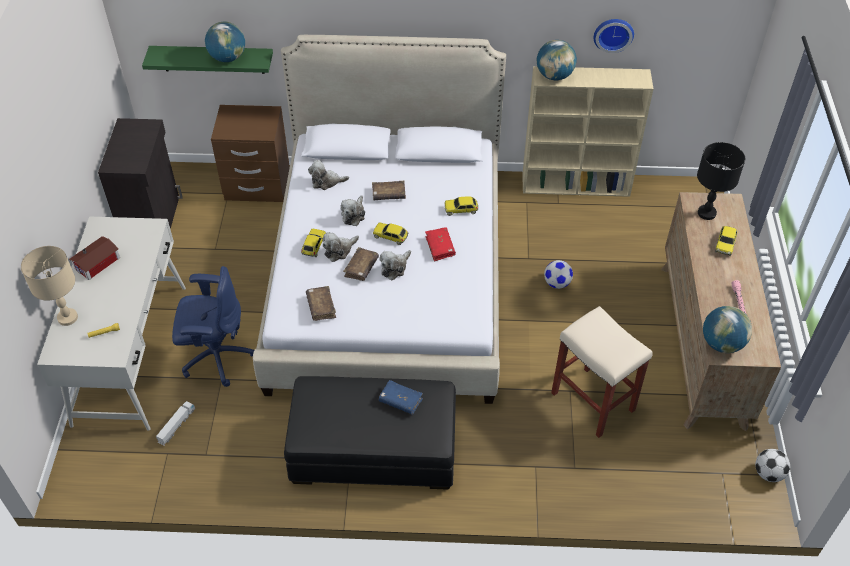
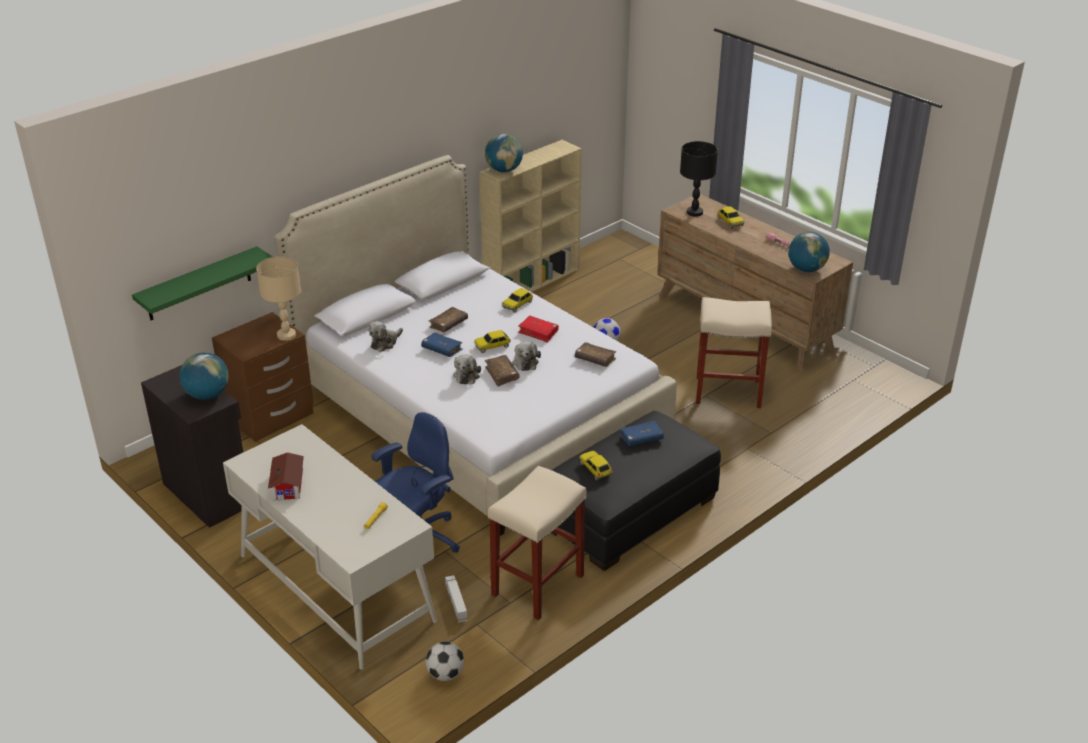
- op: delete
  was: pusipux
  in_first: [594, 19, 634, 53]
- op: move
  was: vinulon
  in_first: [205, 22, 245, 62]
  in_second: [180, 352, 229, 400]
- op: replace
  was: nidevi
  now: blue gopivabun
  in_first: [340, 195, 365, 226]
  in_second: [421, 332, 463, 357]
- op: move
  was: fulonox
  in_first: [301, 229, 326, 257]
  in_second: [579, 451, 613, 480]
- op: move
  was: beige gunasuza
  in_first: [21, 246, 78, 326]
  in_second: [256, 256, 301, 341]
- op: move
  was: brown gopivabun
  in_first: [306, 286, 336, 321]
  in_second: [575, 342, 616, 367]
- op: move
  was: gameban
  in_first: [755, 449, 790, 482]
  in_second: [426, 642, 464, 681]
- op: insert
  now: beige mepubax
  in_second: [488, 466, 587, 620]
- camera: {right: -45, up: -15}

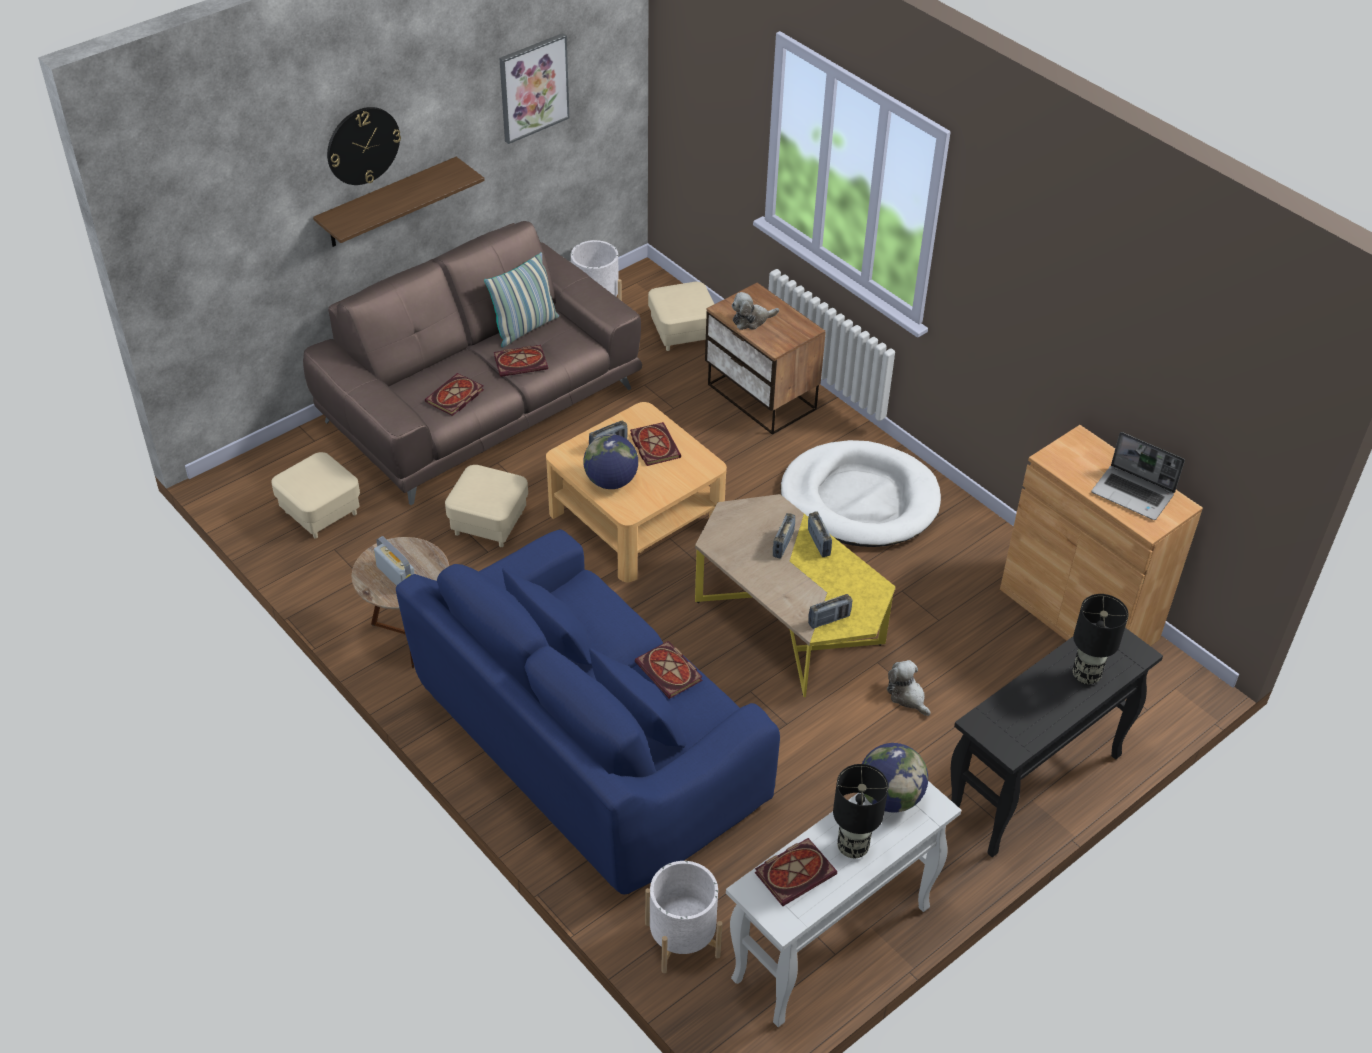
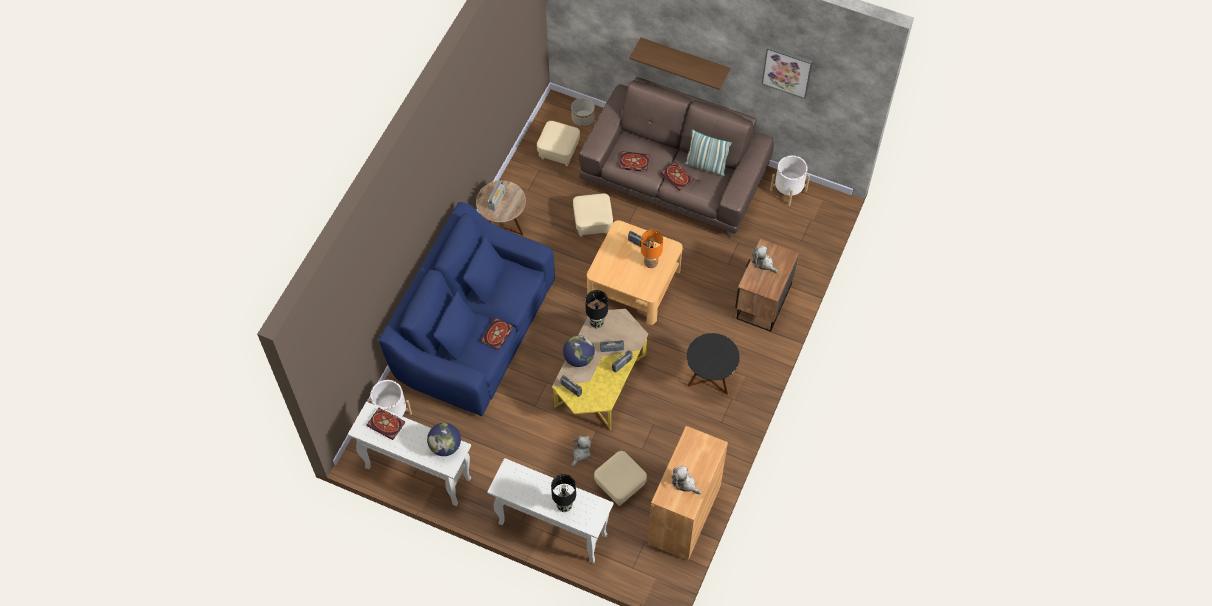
- op: delete
  was: pusipux
  in_first: [327, 107, 401, 185]
- op: move
  was: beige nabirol
  in_first: [648, 282, 714, 351]
  in_second: [594, 451, 647, 506]
- op: replace
  was: gopivabun
  now: orange gunasuza
  in_first: [630, 422, 681, 466]
  in_second: [641, 230, 663, 268]
- op: replace
  was: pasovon
  now: nidevi
  in_first: [1092, 432, 1185, 520]
  in_second: [672, 465, 701, 495]
- op: move
  was: vinulon
  in_first: [583, 434, 638, 489]
  in_second: [563, 335, 595, 367]
- op: replace
  was: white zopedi
  now: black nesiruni
  in_first: [780, 440, 941, 547]
  in_second: [687, 333, 740, 395]
- op: recolor
  was: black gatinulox
  now: white gatinulox
  in_first: [951, 623, 1163, 857]
  in_second: [487, 458, 614, 564]
- op: move
  was: black gunasuza
  in_first: [833, 764, 888, 858]
  in_second: [585, 290, 608, 328]
- op: insert
  now: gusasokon
  in_second: [571, 97, 595, 127]
- camera: {right: 65, up: 15}

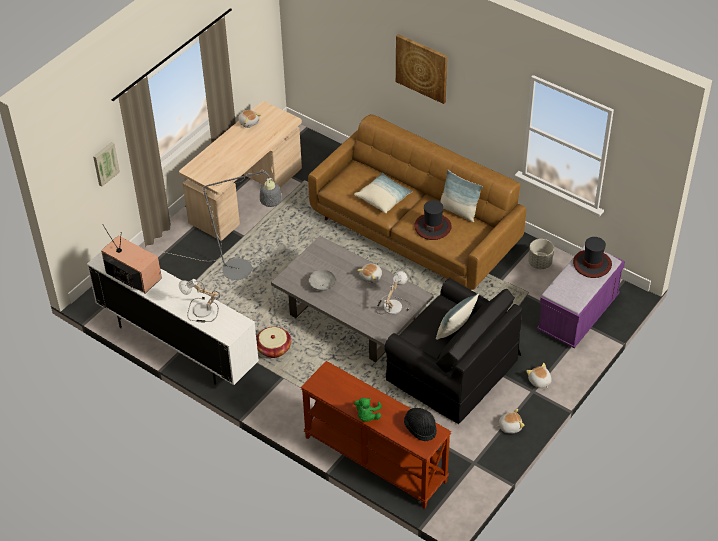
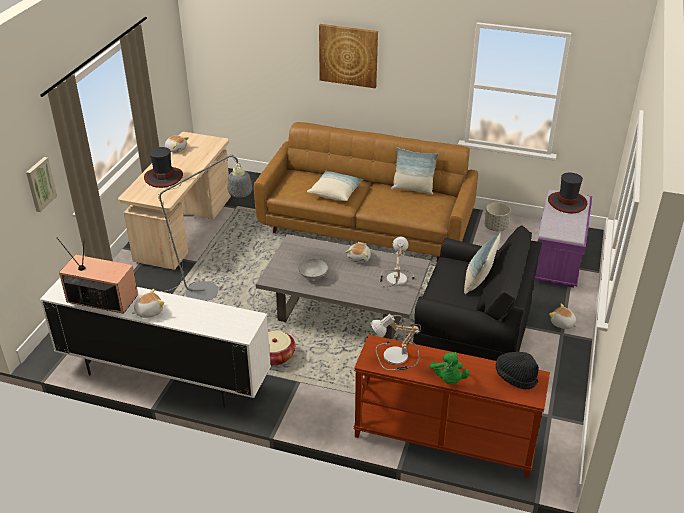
- op: move
  was: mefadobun
  in_first: [415, 200, 452, 240]
  in_second: [144, 147, 183, 188]
- op: move
  was: gunasuza
  in_first: [179, 279, 220, 323]
  in_second: [370, 314, 421, 371]
- op: move
  was: nidevi
  in_first: [496, 409, 525, 434]
  in_second: [131, 289, 164, 318]
- camera: {right: -20, up: -10}

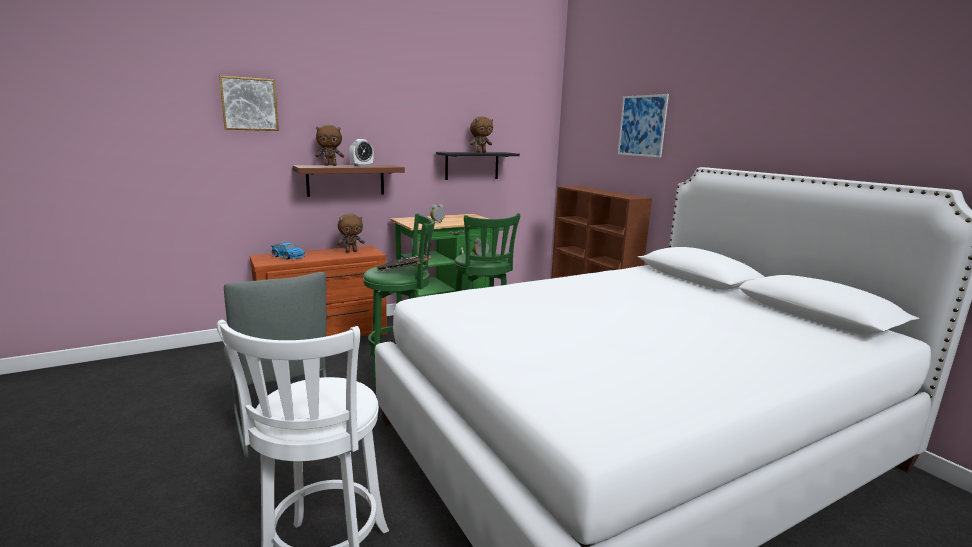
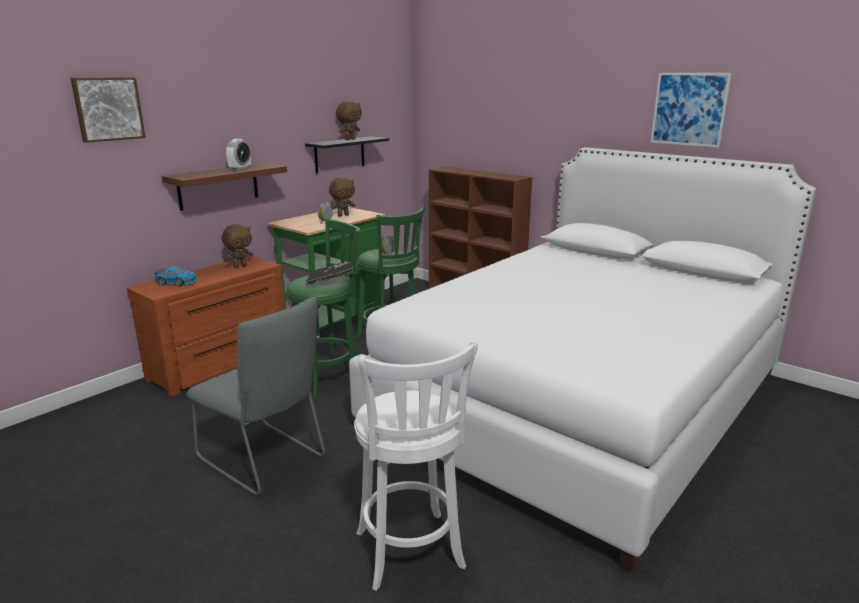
- op: move
  was: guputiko
  in_first: [618, 94, 669, 158]
  in_second: [650, 73, 732, 147]
- op: move
  was: brown nidevi
  in_first: [315, 125, 344, 166]
  in_second: [329, 177, 355, 217]
- camera: {right: -20, up: 5}

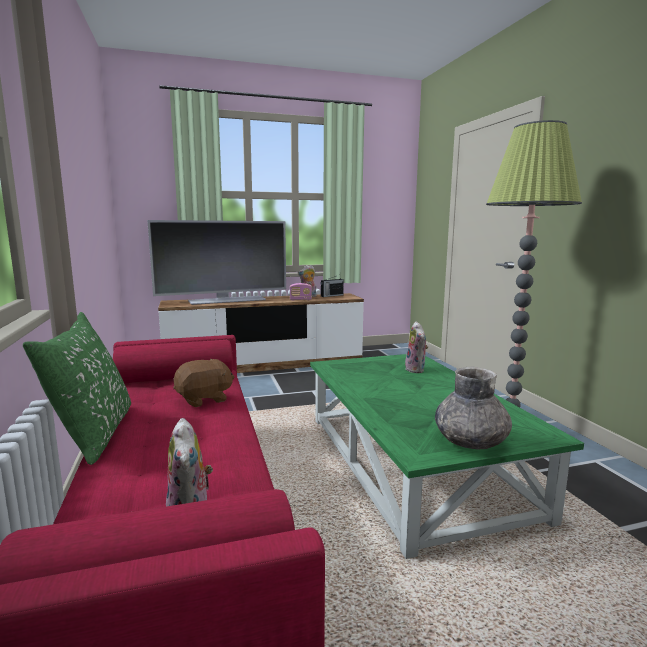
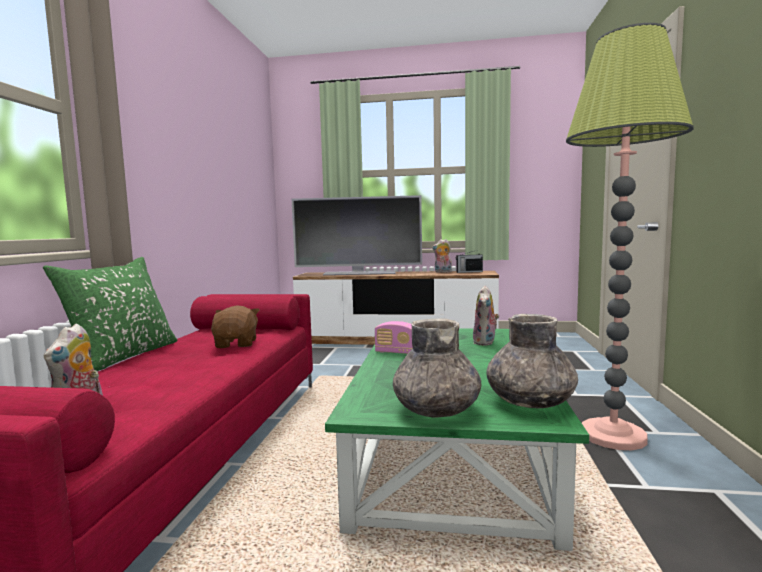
- op: move
  was: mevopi
  in_first: [290, 283, 312, 300]
  in_second: [375, 321, 413, 354]
- op: rotate
  was: brown nidevi
  in_first: [174, 359, 235, 407]
  in_second: [211, 305, 260, 348]
  clockwise: -90
- op: insert
  now: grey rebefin
  in_second: [486, 314, 578, 409]
- camera: {right: 25, up: -5}

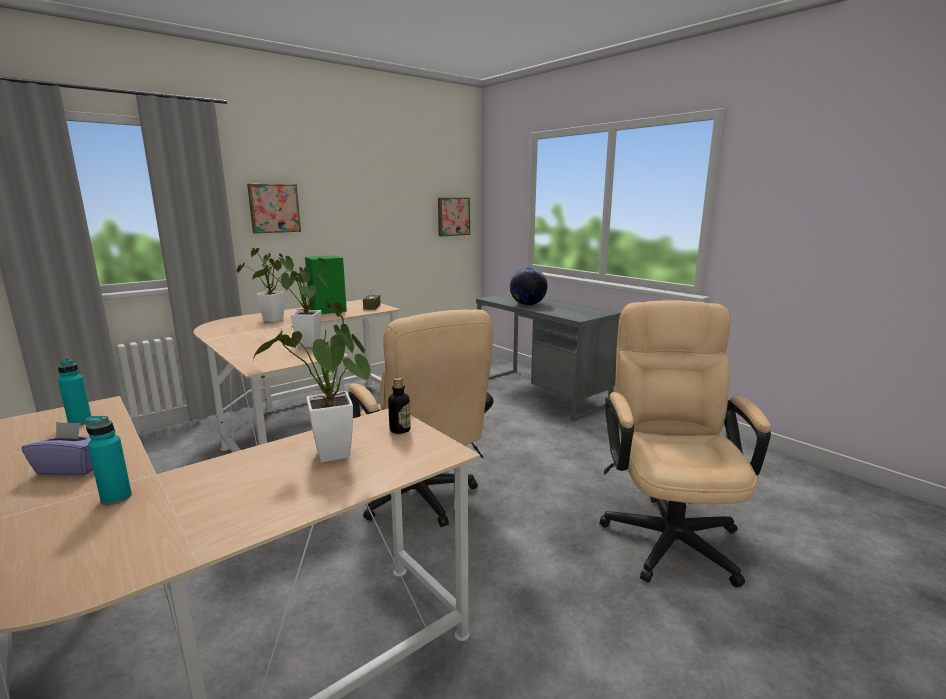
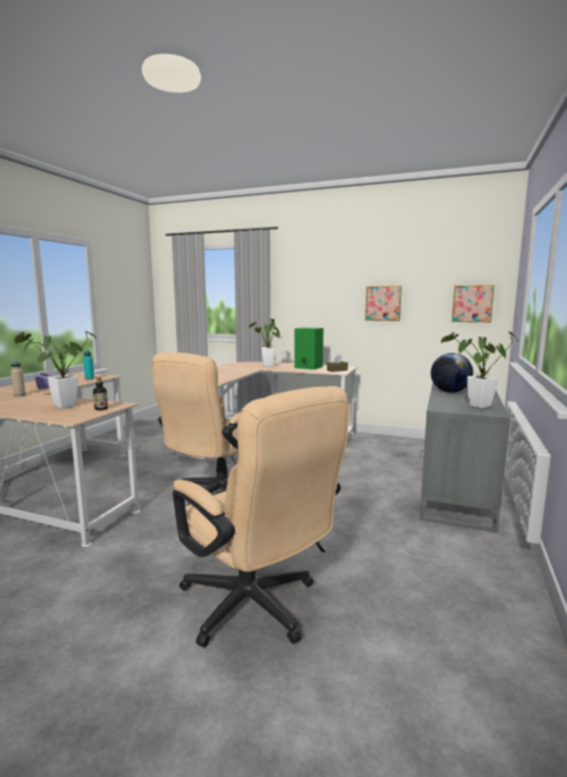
- op: move
  was: guputiko
  in_first: [247, 184, 301, 234]
  in_second: [365, 286, 402, 321]
- op: move
  was: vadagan
  in_first: [252, 257, 329, 347]
  in_second: [441, 331, 518, 408]
- op: rotate
  was: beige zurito
  in_first: [599, 300, 771, 587]
  in_second: [173, 386, 350, 647]
  clockwise: 75
- op: recolor
  was: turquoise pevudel
  now: beige pevudel
  in_first: [86, 416, 132, 505]
  in_second: [11, 360, 26, 396]
- camera: {right: 60, up: -5}

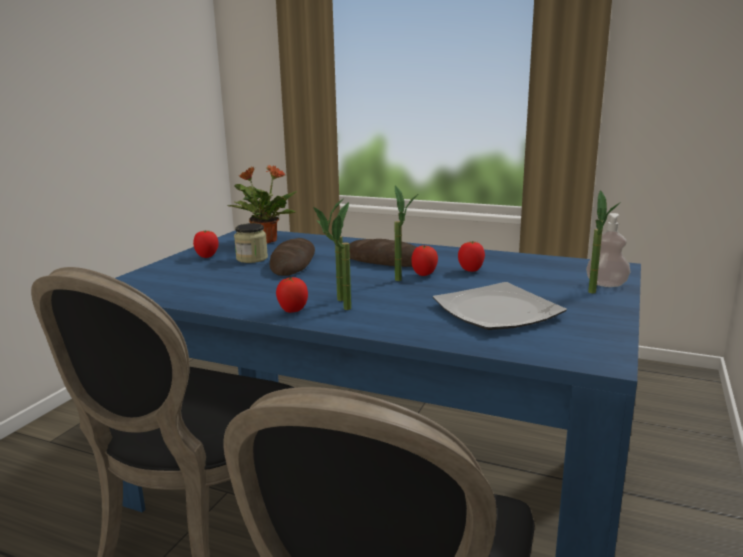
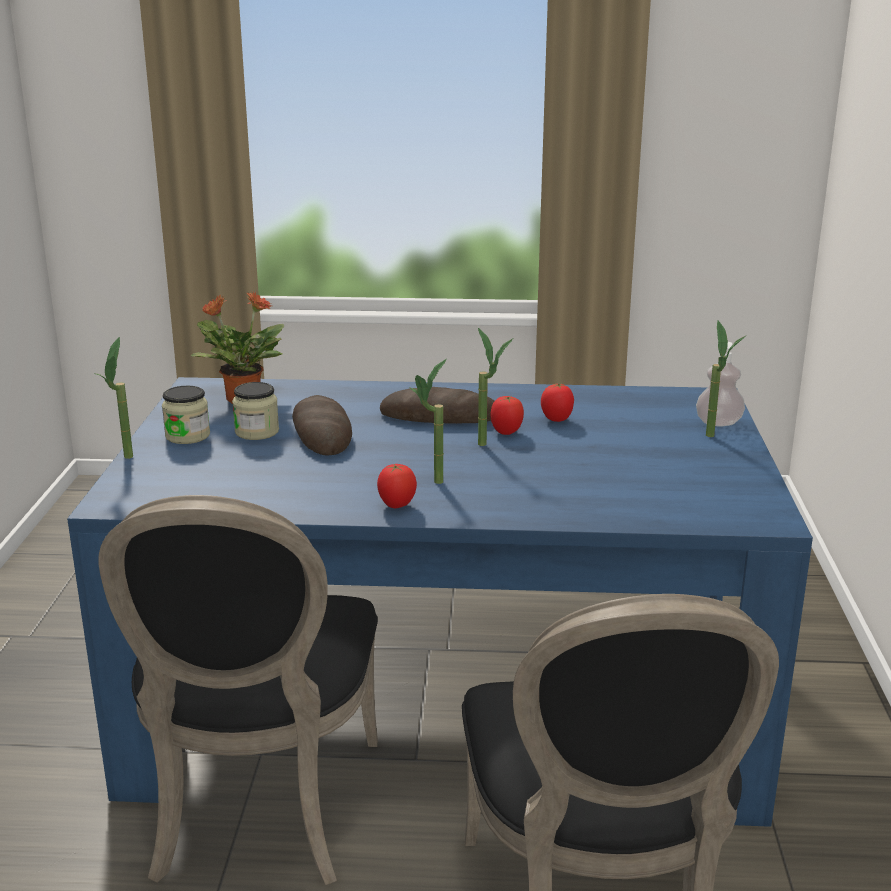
- op: move
  was: vadagan
  in_first: [324, 202, 351, 310]
  in_second: [96, 337, 133, 459]
- op: replace
  was: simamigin
  now: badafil
  in_first: [193, 230, 219, 258]
  in_second: [162, 386, 210, 444]
- op: delete
  was: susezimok
  in_first: [433, 282, 567, 330]
- camera: {right: -20, up: 5}

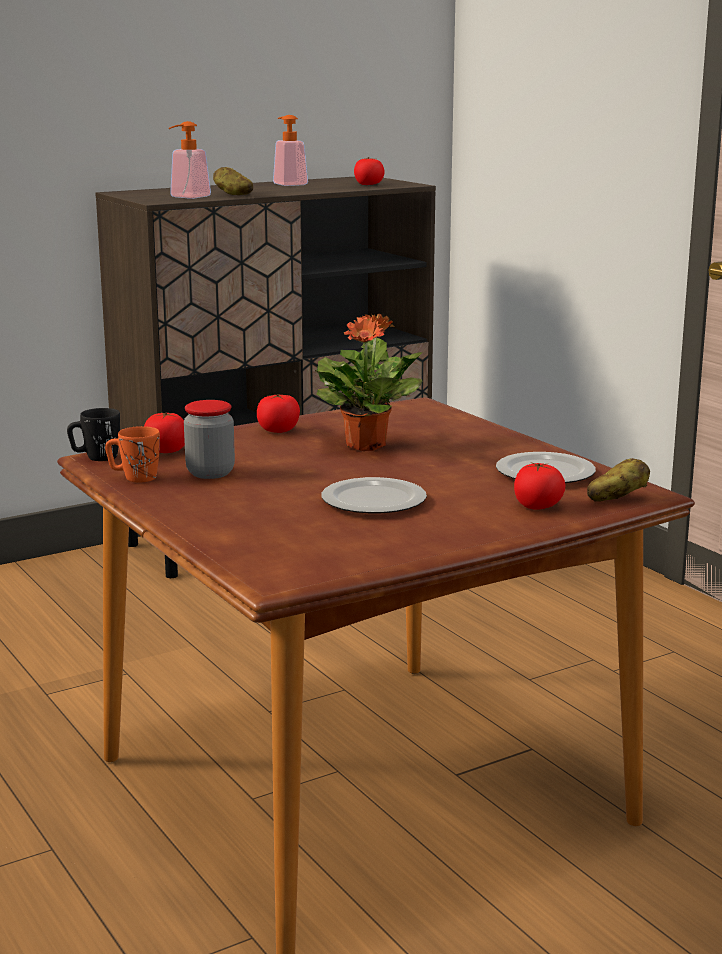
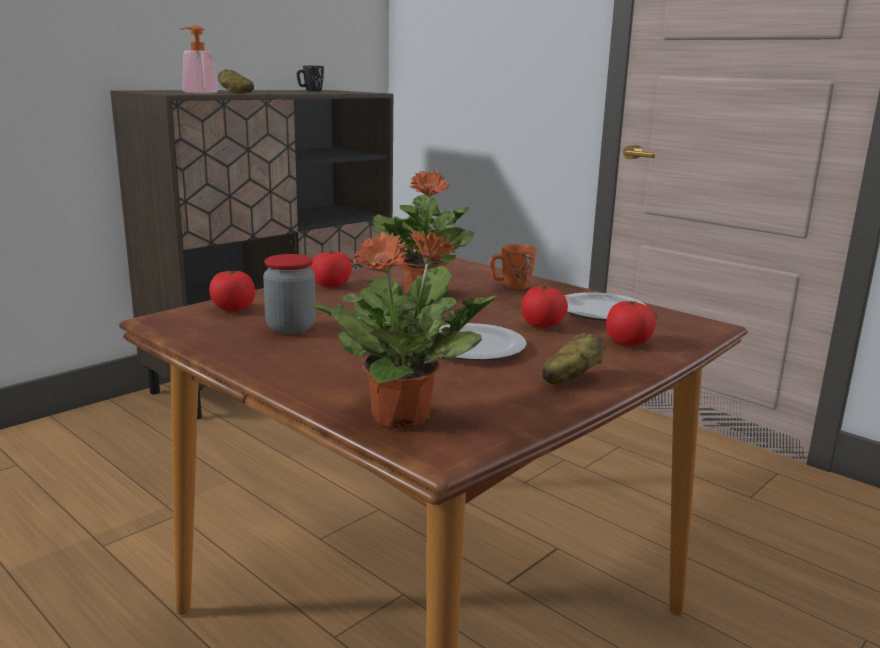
- op: delete
  was: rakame
  in_first: [273, 115, 308, 186]
- op: move
  was: simamigin
  in_first: [354, 157, 384, 185]
  in_second: [521, 285, 568, 328]
- op: move
  was: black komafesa
  in_first: [67, 408, 120, 461]
  in_second: [297, 65, 324, 91]
- op: move
  was: orange komafesa
  in_first: [105, 426, 160, 483]
  in_second: [490, 244, 536, 289]
- op: move
  was: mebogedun
  in_first: [587, 458, 650, 502]
  in_second: [542, 333, 606, 384]
- op: insert
  now: vadagan
  in_second: [310, 230, 498, 430]
- camera: {right: -15, up: 0}

